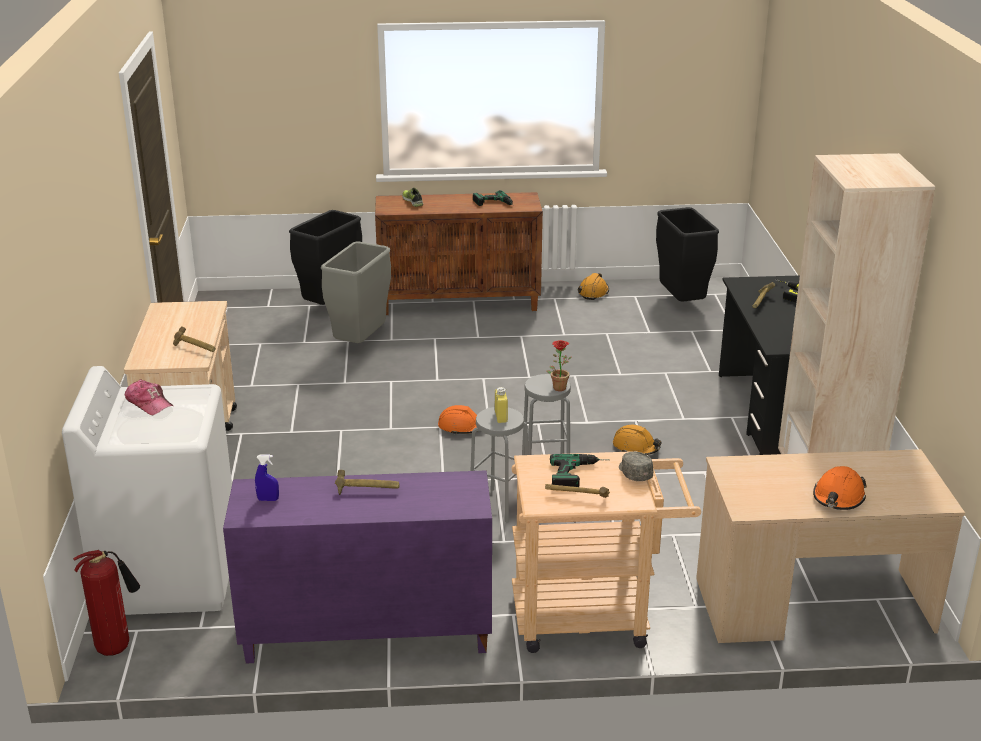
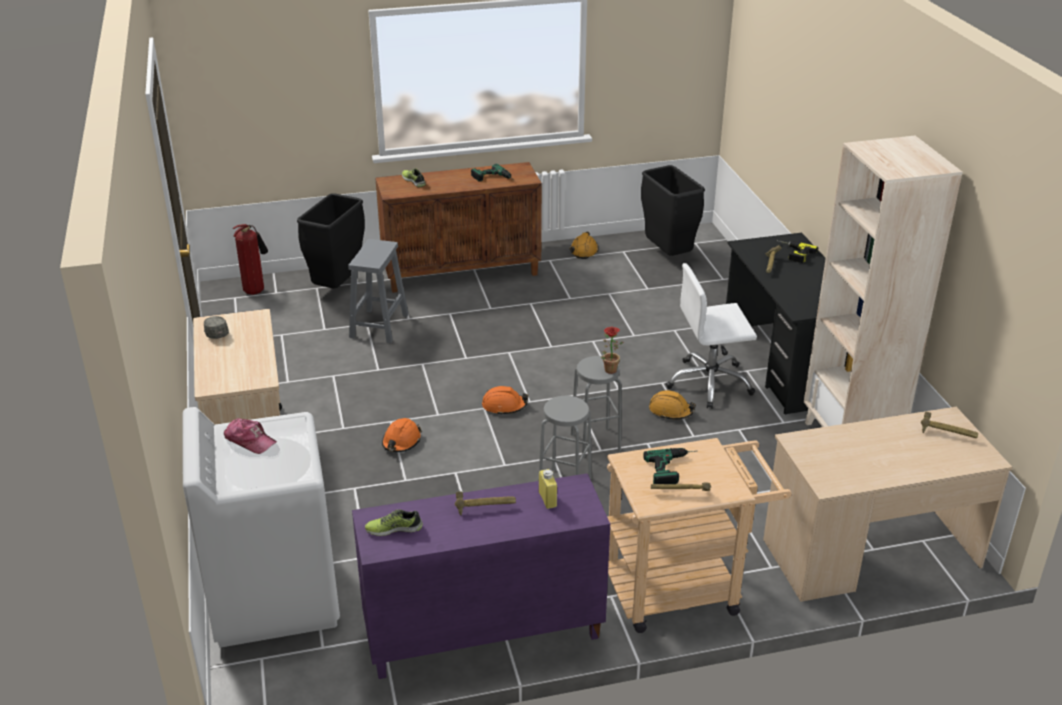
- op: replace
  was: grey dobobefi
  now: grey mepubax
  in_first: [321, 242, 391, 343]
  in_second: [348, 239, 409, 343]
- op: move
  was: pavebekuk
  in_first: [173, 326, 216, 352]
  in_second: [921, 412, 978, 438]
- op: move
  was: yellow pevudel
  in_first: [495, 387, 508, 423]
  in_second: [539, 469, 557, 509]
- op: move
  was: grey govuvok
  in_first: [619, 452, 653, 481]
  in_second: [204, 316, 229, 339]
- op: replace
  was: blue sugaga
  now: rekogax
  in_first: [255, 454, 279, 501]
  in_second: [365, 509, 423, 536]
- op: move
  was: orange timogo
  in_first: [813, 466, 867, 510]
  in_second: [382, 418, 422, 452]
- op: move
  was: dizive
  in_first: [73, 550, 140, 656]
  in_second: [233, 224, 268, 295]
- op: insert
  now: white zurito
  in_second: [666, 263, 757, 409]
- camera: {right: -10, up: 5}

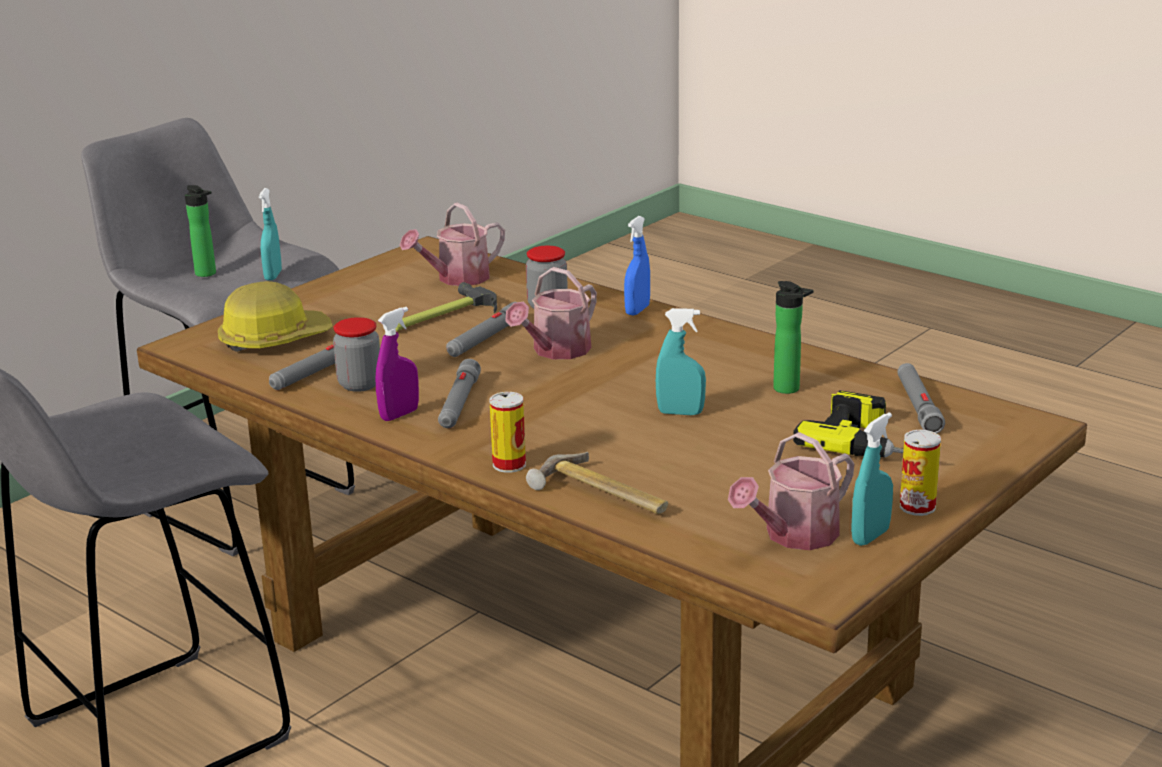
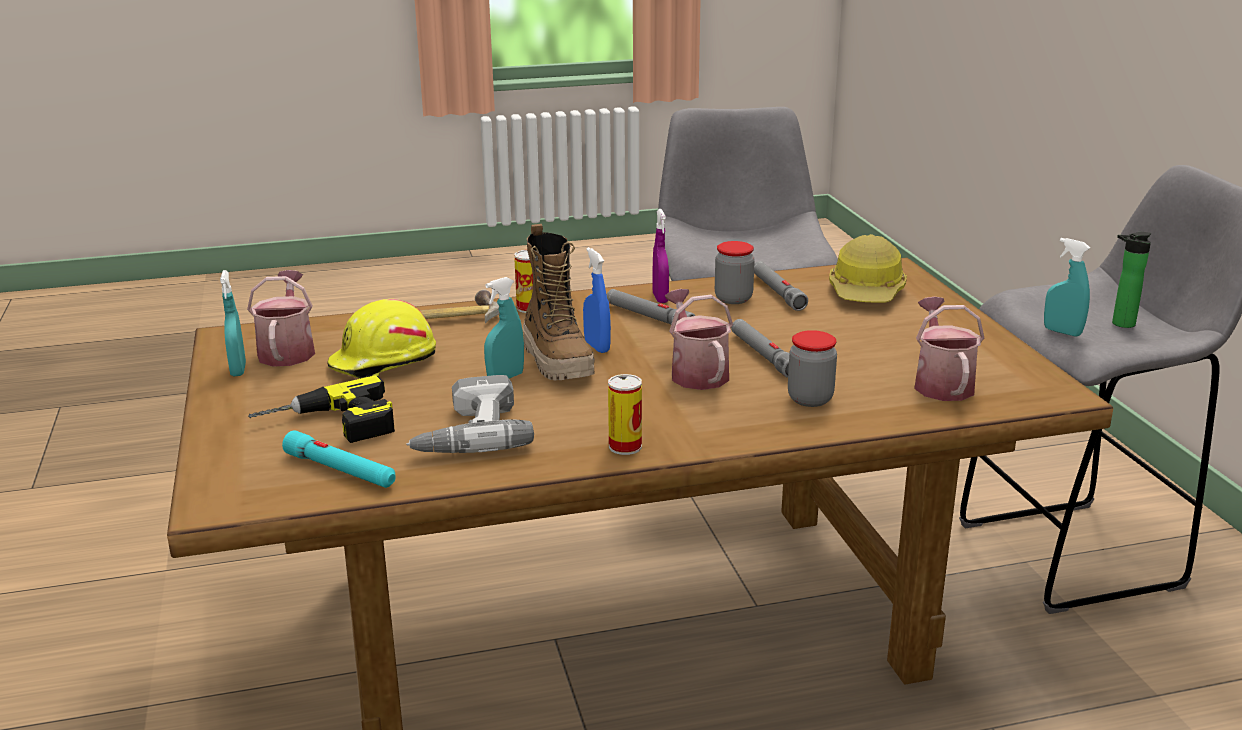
- op: move
  was: blue sugaga
  in_first: [624, 216, 650, 316]
  in_second: [583, 247, 611, 353]
- op: replace
  was: pevudel
  now: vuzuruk
  in_first: [773, 281, 814, 394]
  in_second: [406, 375, 534, 453]
- op: delete
  was: pavebekuk
  in_first: [395, 282, 497, 331]
- op: recolor
  was: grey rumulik
  now: turquoise rumulik
  in_first: [897, 363, 945, 433]
  in_second: [282, 431, 396, 488]
- op: move
  was: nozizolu
  in_first: [900, 430, 941, 516]
  in_second: [608, 374, 642, 455]
- op: insert
  now: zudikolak
  in_second: [523, 224, 595, 381]
- op: insert
  now: yellow timogo
  in_second: [327, 299, 436, 379]
- camera: {right: 125, up: 0}

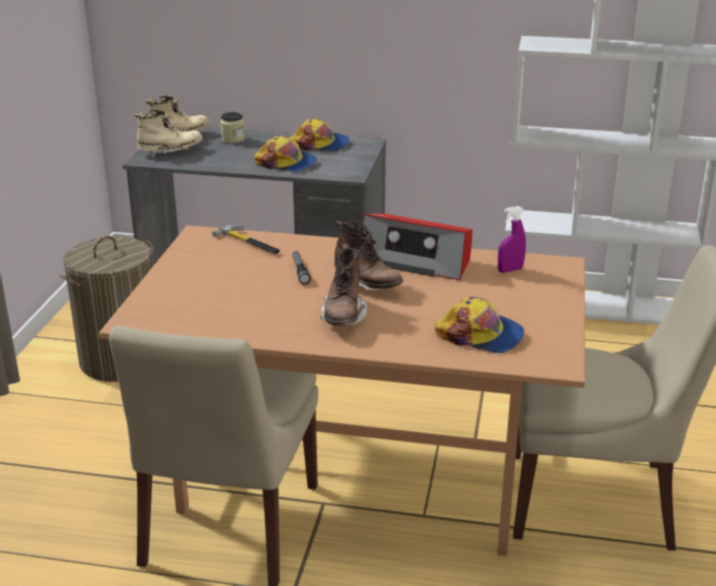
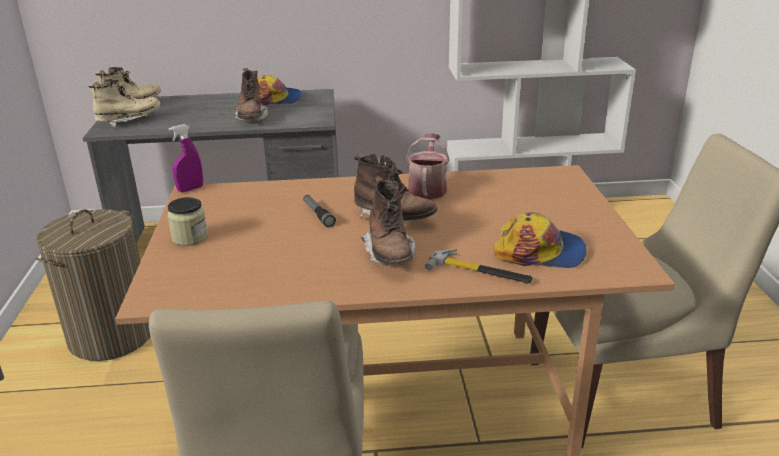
- op: move
  was: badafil
  in_first: [220, 112, 245, 143]
  in_second: [167, 197, 208, 246]
- op: replace
  was: govuvok
  now: brown zudikolak
  in_first: [254, 136, 317, 172]
  in_second: [235, 68, 268, 122]
- op: move
  was: purple sugaga
  in_first: [498, 206, 526, 273]
  in_second: [169, 124, 203, 192]
- op: replace
  was: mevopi
  now: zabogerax
  in_first: [362, 213, 472, 280]
  in_second: [406, 133, 450, 199]
- op: move
  was: pavebekuk
  in_first: [212, 225, 280, 254]
  in_second: [425, 249, 532, 283]
- camera: {right: -15, up: 0}

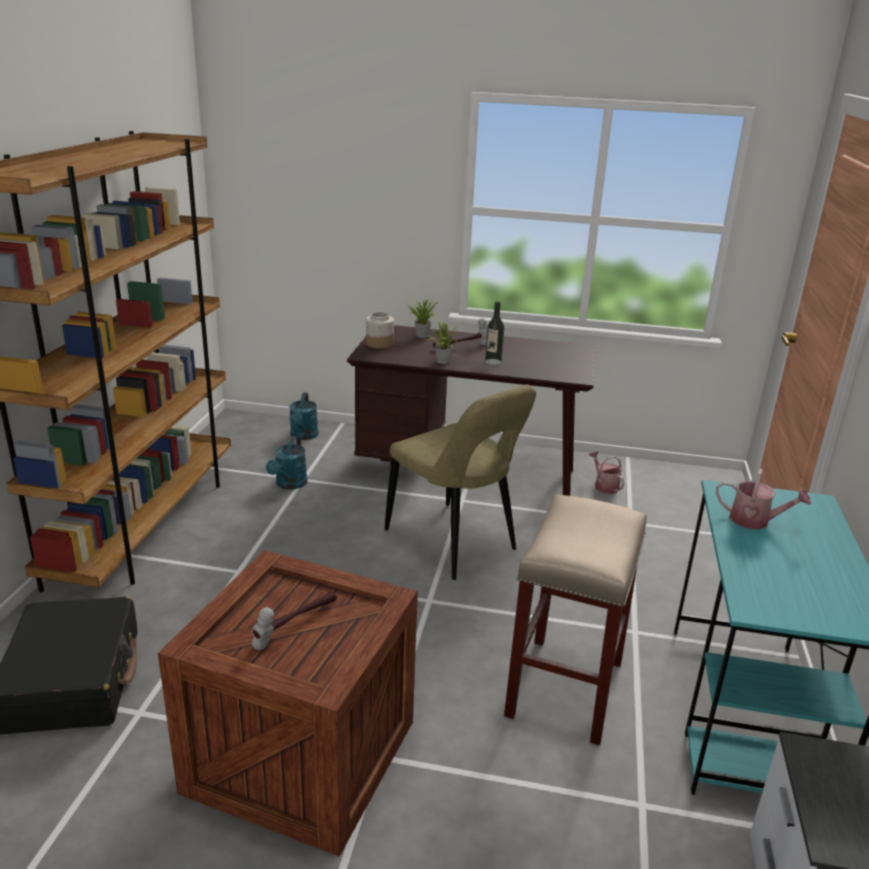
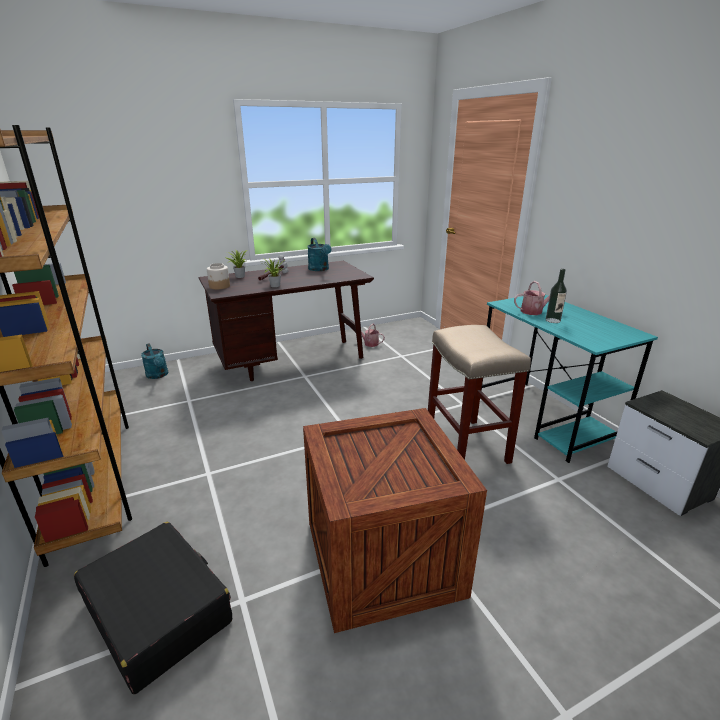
- op: move
  was: pevudel
  in_first: [485, 302, 504, 365]
  in_second: [546, 269, 567, 323]
- op: delete
  was: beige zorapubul
  in_first: [385, 385, 536, 580]
- op: move
  was: turquoise zabogerax
  in_first: [266, 436, 307, 490]
  in_second: [307, 238, 331, 271]
- op: delete
  was: pavebekuk
  in_first: [252, 591, 337, 650]
- camera: {right: -35, up: 0}

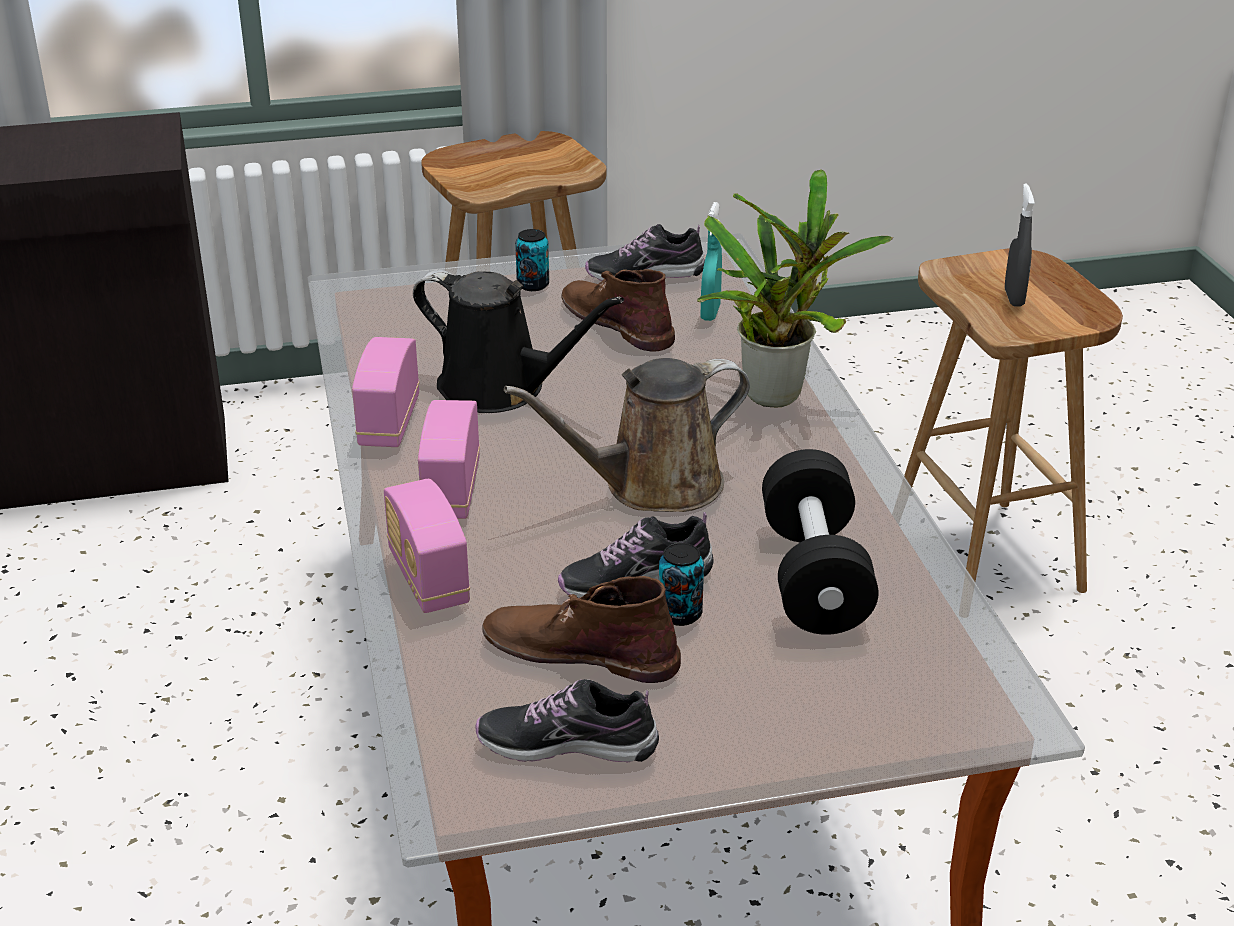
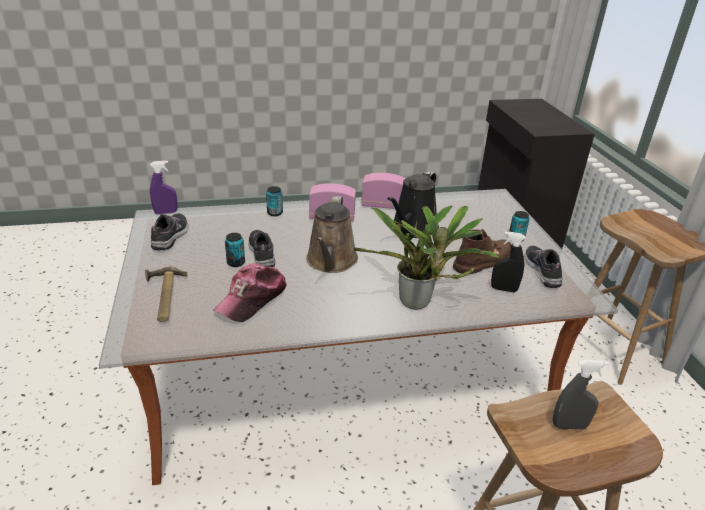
- op: recolor
  was: turquoise sugaga
  now: black sugaga
  in_first: [701, 202, 722, 321]
  in_second: [491, 232, 526, 292]
- op: rotate
  was: brown zabogerax
  in_first: [504, 358, 750, 512]
  in_second: [306, 196, 358, 273]
  clockwise: -150
- op: replace
  was: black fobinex
  now: govuvok
  in_first: [762, 449, 879, 635]
  in_second: [214, 263, 287, 322]
- op: replace
  was: mevopi
  now: nozizolu
  in_first: [384, 479, 470, 613]
  in_second: [266, 186, 283, 216]
- op: delete
  was: brown zudikolak
  in_first: [482, 576, 681, 683]
- op: insert
  now: purple sugaga
  in_second: [150, 160, 177, 214]
- op: insert
  now: pavebekuk
  in_second: [145, 266, 188, 322]
- camera: {right: 90, up: 0}

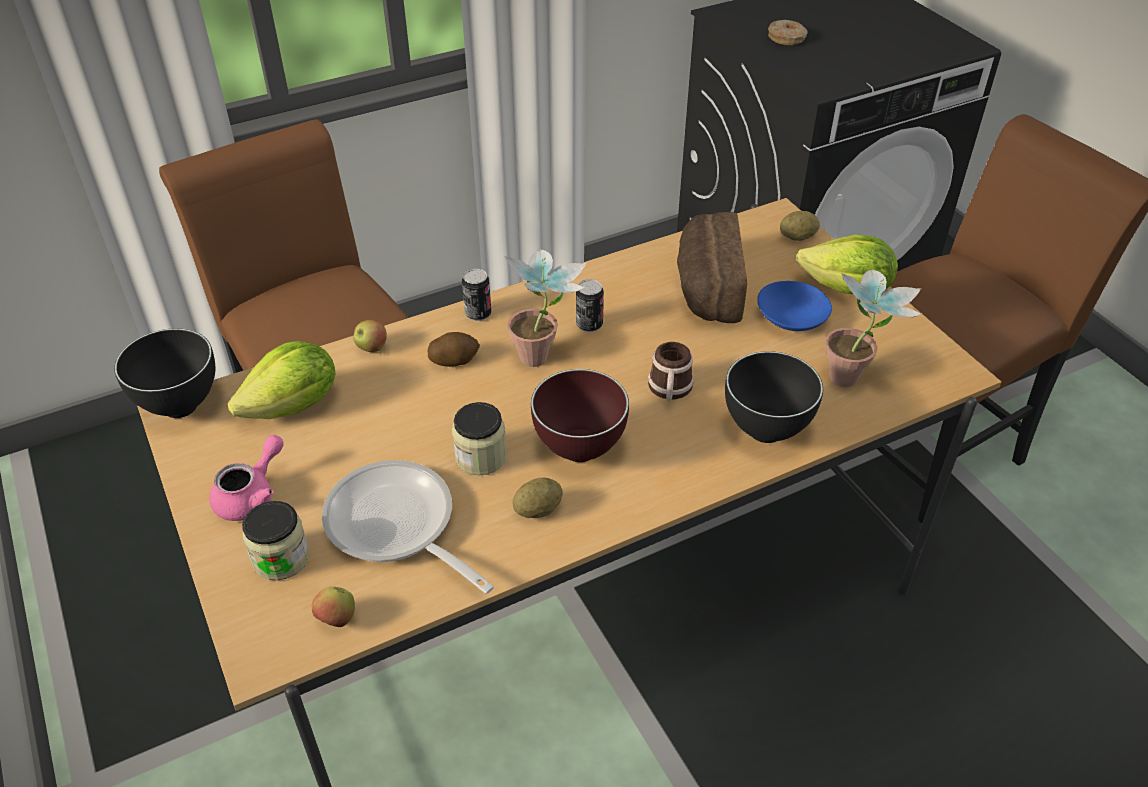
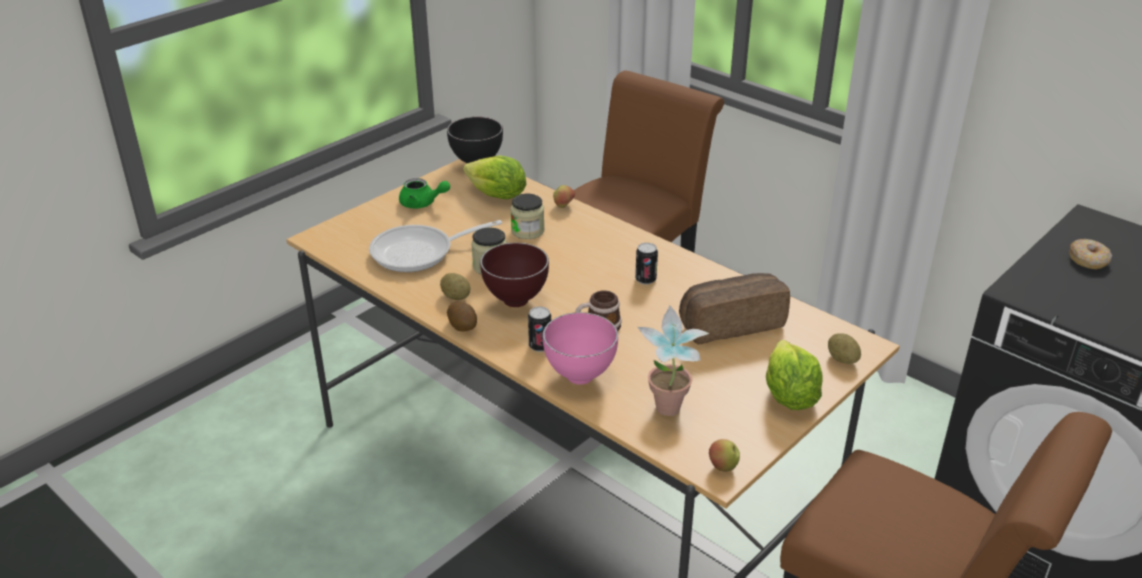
- op: delete
  was: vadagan
  in_first: [504, 250, 586, 367]
- op: move
  was: nozizolu
  in_first: [462, 268, 491, 321]
  in_second: [528, 307, 551, 352]
- op: delete
  was: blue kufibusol
  in_first: [757, 281, 832, 331]
- op: move
  was: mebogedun
  in_first: [427, 332, 480, 367]
  in_second: [447, 301, 477, 331]
- op: recolor
  was: black kufibusol
  now: pink kufibusol
  in_first: [725, 351, 823, 443]
  in_second: [543, 312, 618, 385]
- op: recolor
  was: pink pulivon
  now: green pulivon
  in_first: [209, 435, 284, 521]
  in_second: [399, 178, 450, 208]
- op: rotate
  was: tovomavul
  in_first: [322, 460, 494, 594]
  in_second: [369, 220, 502, 272]
  clockwise: -135
- op: move
  was: badafil
  in_first: [242, 501, 310, 580]
  in_second: [510, 194, 544, 239]
- op: move
  was: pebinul
  in_first: [312, 587, 355, 627]
  in_second: [709, 439, 740, 472]
- camera: {right: 70, up: -10}

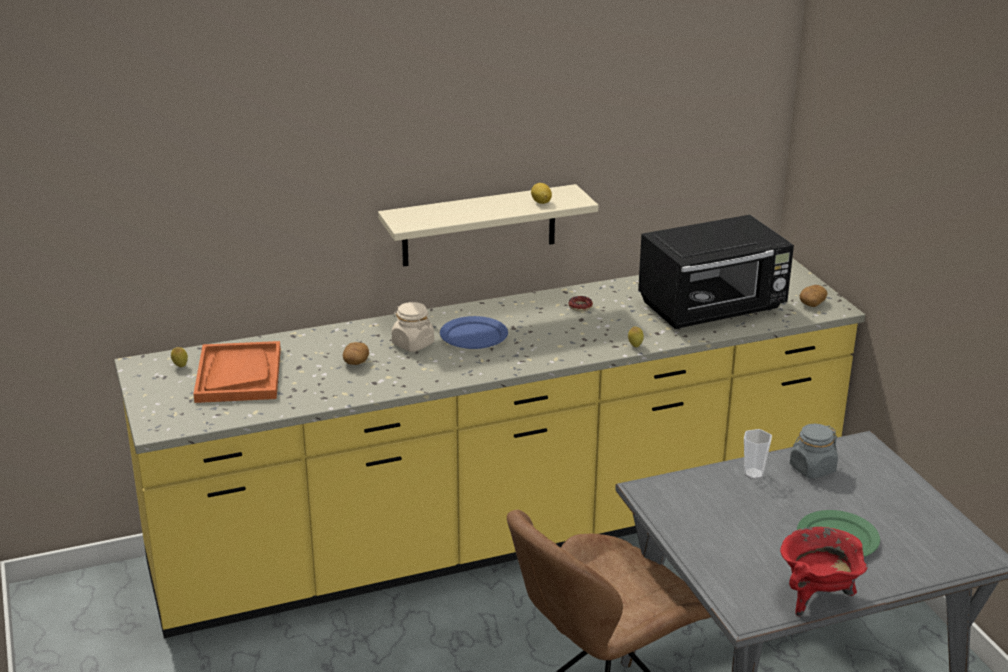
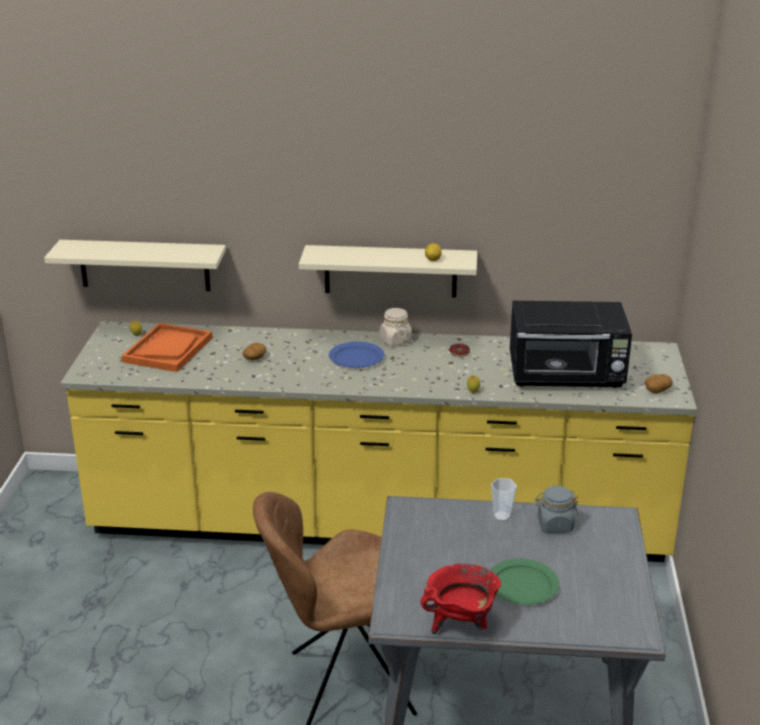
- op: move
  was: beige badafil
  in_first: [392, 302, 434, 352]
  in_second: [380, 308, 412, 346]
- op: insert
  now: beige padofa
  in_second: [44, 240, 226, 291]
- camera: {right: 25, up: 0}

